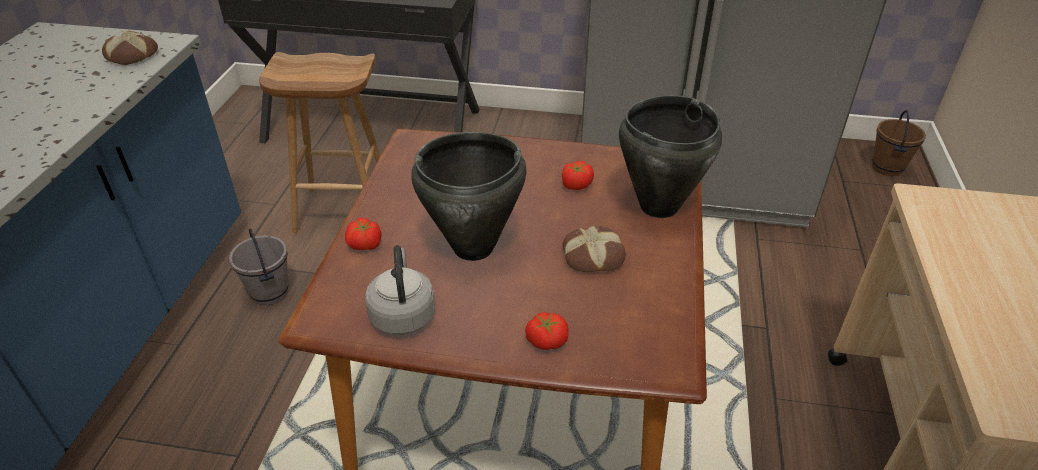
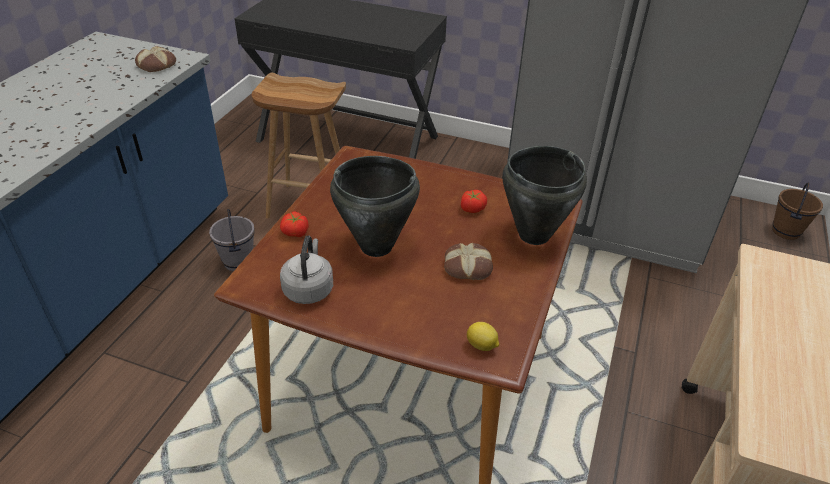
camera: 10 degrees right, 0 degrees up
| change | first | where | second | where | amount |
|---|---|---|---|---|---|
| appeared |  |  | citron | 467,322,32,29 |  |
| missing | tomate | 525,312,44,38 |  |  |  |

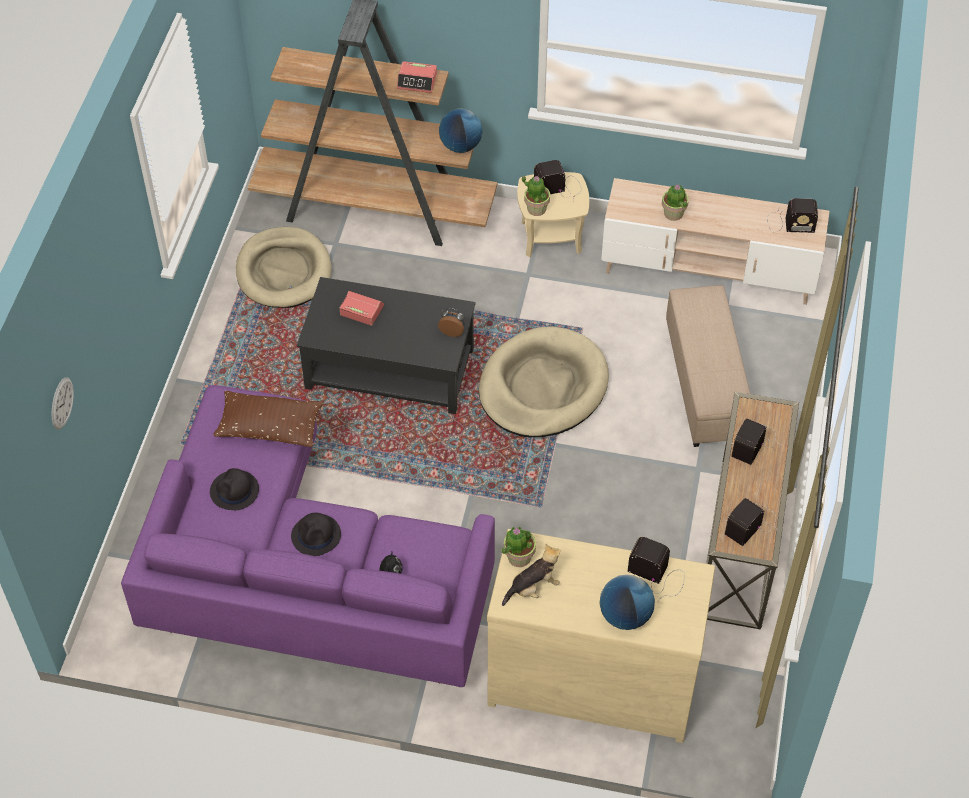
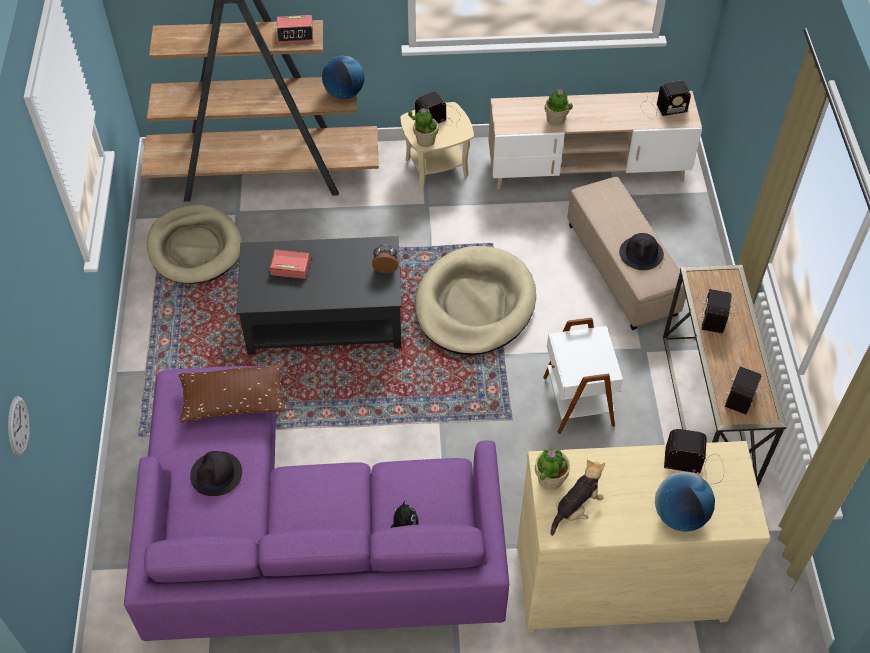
camera: 15 degrees left, 0 degrees up
| change | first | where | second | where | amount |
|---|---|---|---|---|---|
| appeared |  |  | table d'appoint/blanc | 543,318,80,116 |  |
| relocated | chapeau/noir | 291,513,50,43 |  | 619,233,45,37 |  |

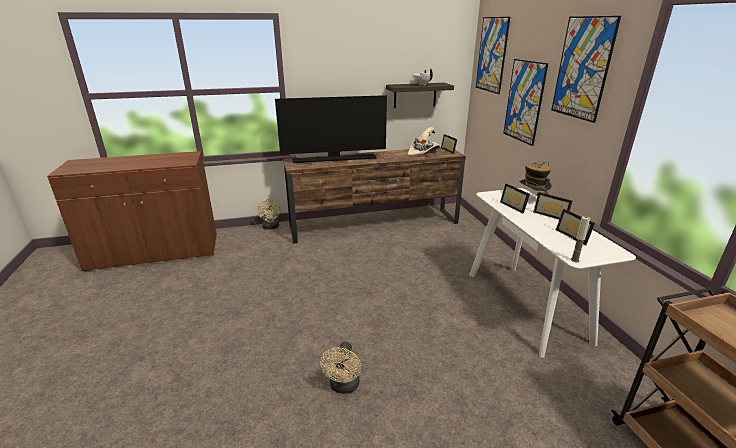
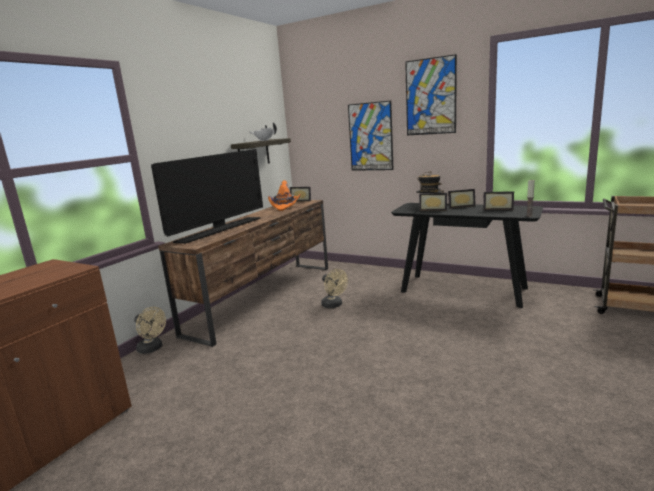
camera: 45 degrees left, 10 degrees down
| change | first | where | second | where | amount |
|---|---|---|---|---|---|
| colour | chapeau/beige | 408,127,32,29 | chapeau/orange | 268,180,33,31 |  |
| relocated | ventilateur/beige | 320,342,41,52 |  | 321,269,27,39 |  |
| colour | table console/blanc | 469,188,167,170 | table console/noir | 391,203,152,105 |  |
| missing | tableau | 476,17,34,77 |  |  |  |

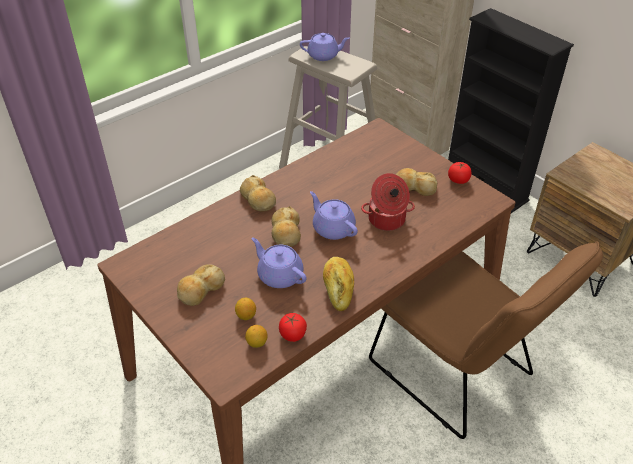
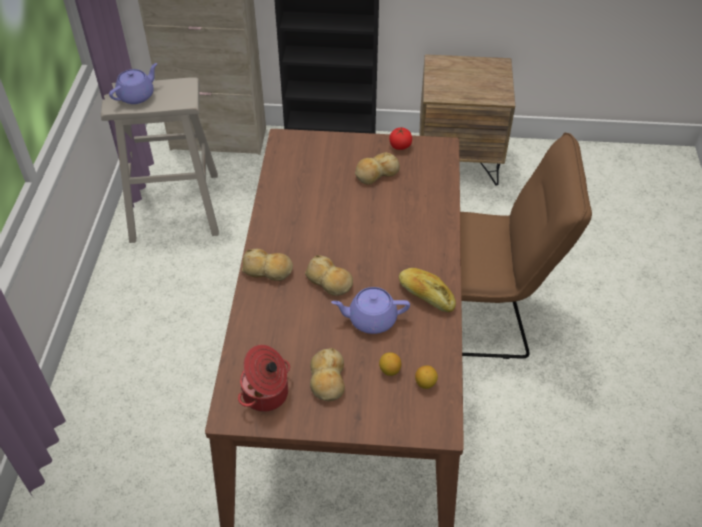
camera: 45 degrees left, 5 degrees up
| change | first | where | second | where | amount |
|---|---|---|---|---|---|
| relocated | marmite | 361,173,54,58 |  | 238,345,52,67 |  |
| missing | tomate | 279,313,28,29 |  |  |  |
| missing | théière/violet | 310,191,48,49 |  |  |  |

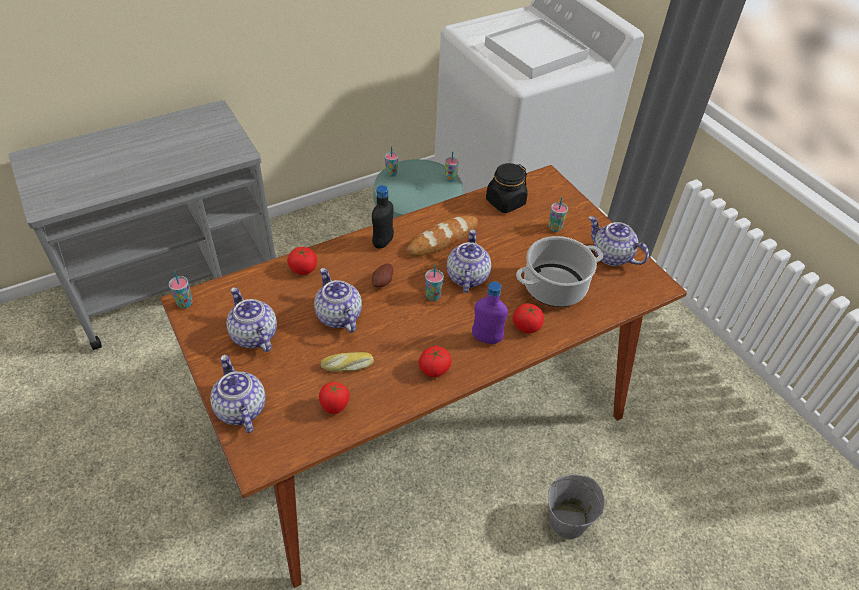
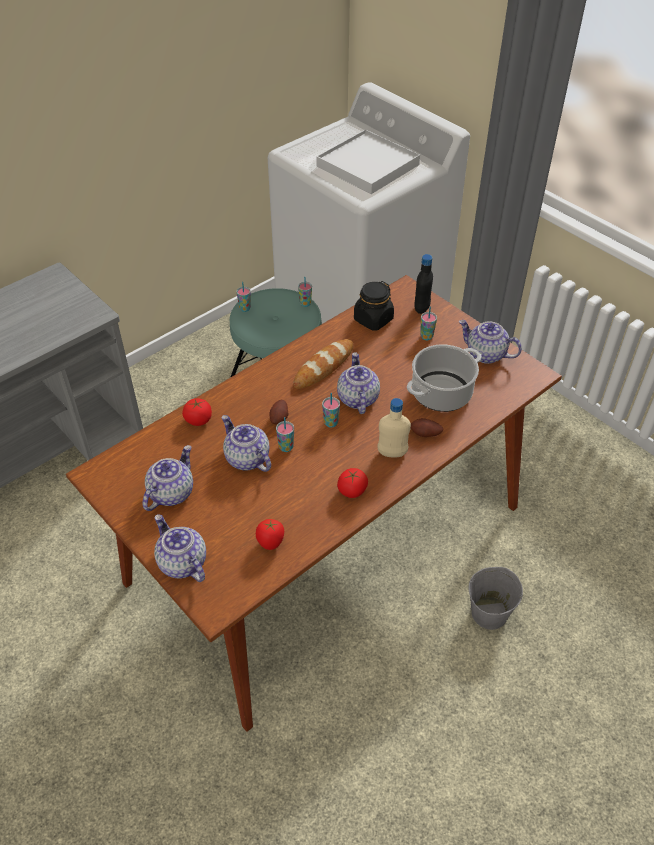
camera: 10 degrees left, 0 degrees up
| change | first | where | second | where | amount |
|---|---|---|---|---|---|
| spun | théière | 227,287,50,65 |  | 143,445,50,66 | 75 degrees clockwise |
| relocated | tasse | 169,272,23,36 |  | 276,417,18,35 |  |
| colour | bouteille/violet | 472,282,36,62 | bouteille/beige | 377,398,34,59 |  |
| exchanged | tomate | 513,303,31,30 | pomme de terre | 411,418,32,19 |  |
| relocated | bouteille/noir | 372,185,22,63 |  | 414,254,19,60 |  |
| missing | pain | 320,352,54,19 |  |  |  |

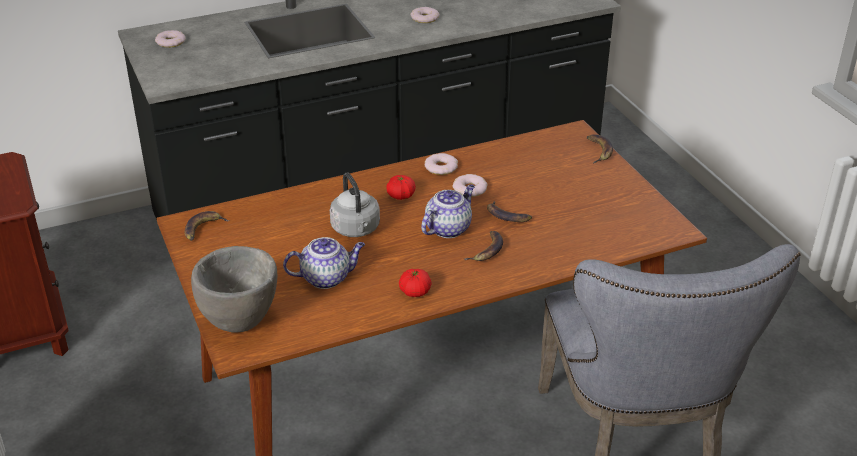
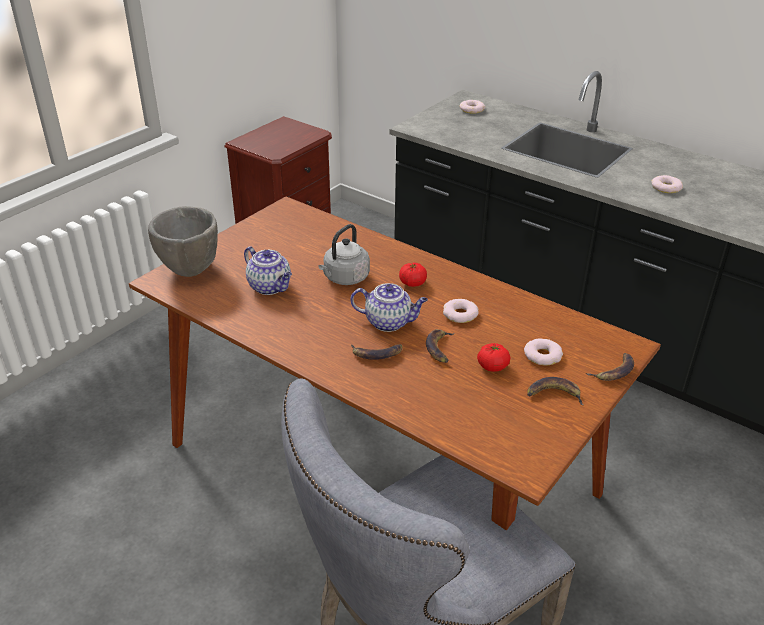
camera: 60 degrees right, 0 degrees up
| change | first | where | second | where | amount |
|---|---|---|---|---|---|
| relocated | tomate | 399,269,33,28 |  | 477,343,33,29 |  |
| relocated | beignet | 425,153,33,22 |  | 524,338,39,27 |  |
| relocated | banane | 185,211,45,30 |  | 527,377,56,28 |  |

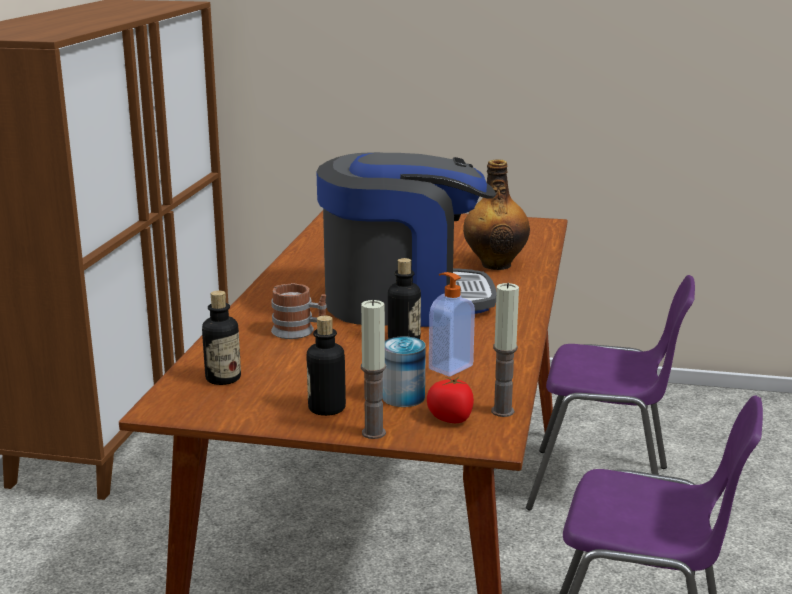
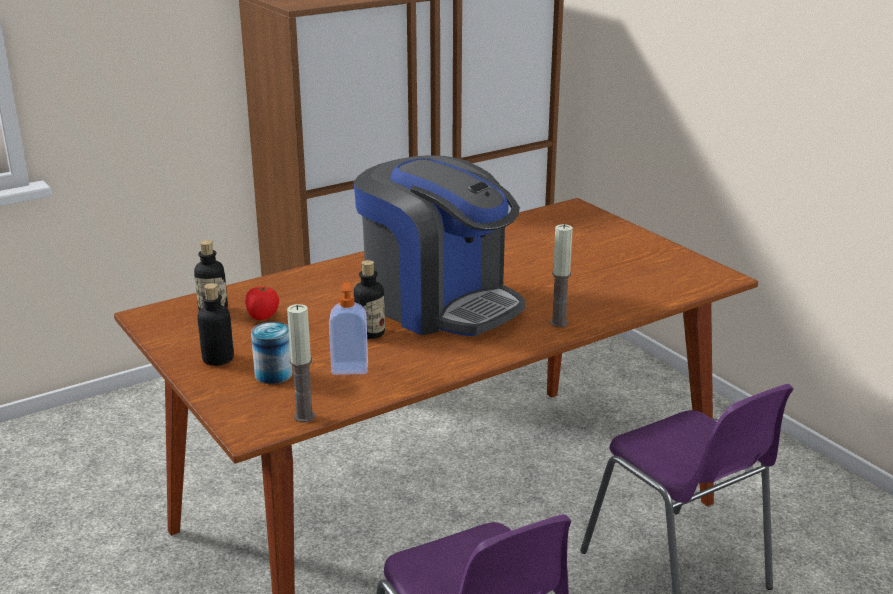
camera: 45 degrees right, 5 degrees up
| change | first | where | second | where | amount |
|---|---|---|---|---|---|
| relocated | tomate | 427,377,47,46 |  | 245,285,34,35 |  |
| relocated | bougie | 361,299,25,140 |  | 550,224,23,103 |  |
| missing | mug | 271,283,56,56 |  |  |  |
| missing | bouteille | 463,159,67,111 |  |  |  |

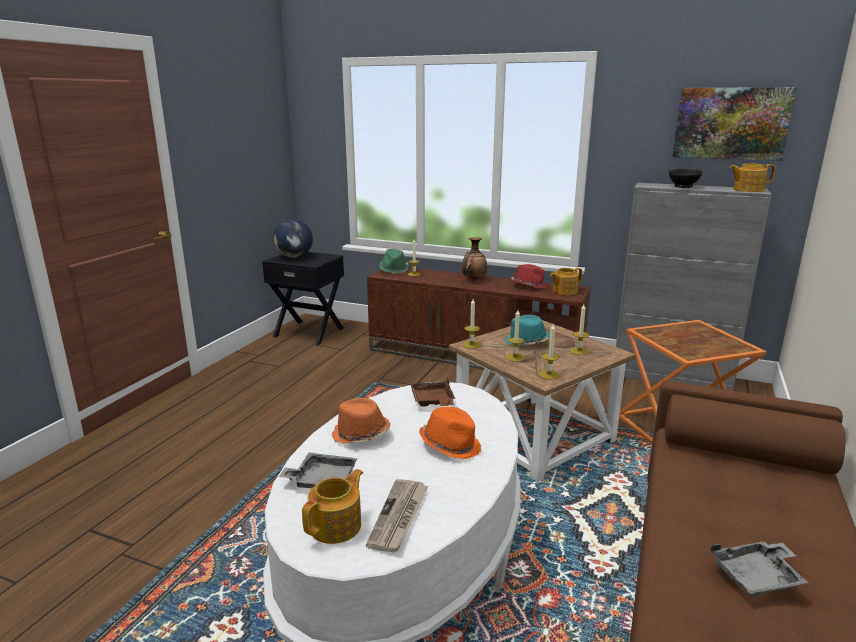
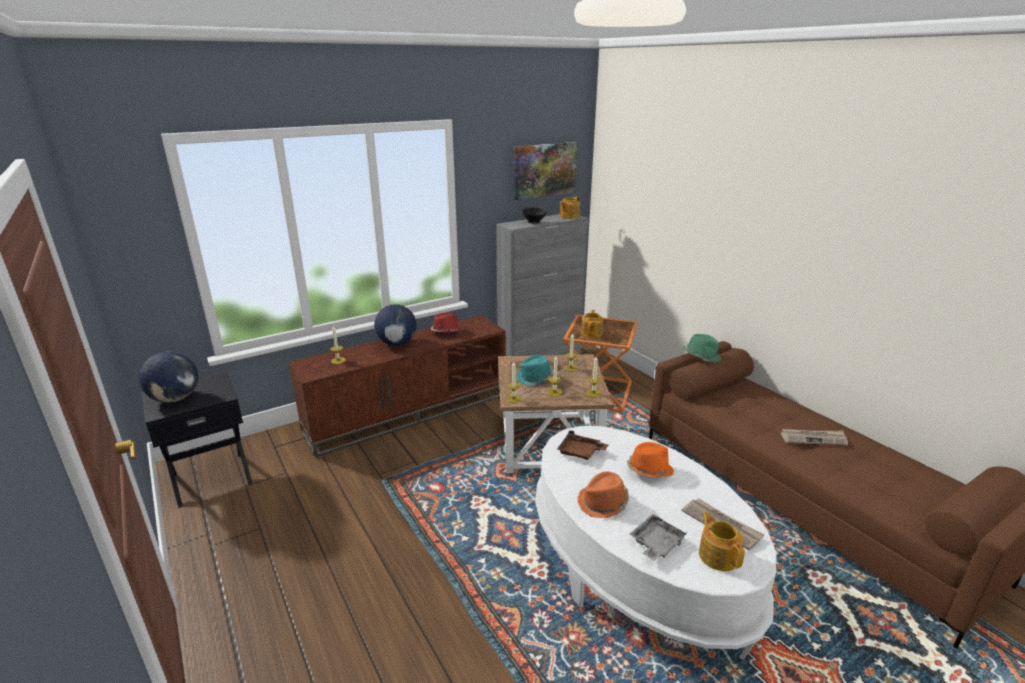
camera: 55 degrees left, 5 degrees up
| change | first | where | second | where | amount |
|---|---|---|---|---|---|
| exchanged | vase | 462,237,25,43 | globe | 374,304,43,42 |  |
| relocated | théière | 550,268,32,27 |  | 581,310,22,28 |  |
| relocated | chapeau/vert | 379,249,30,24 |  | 684,334,37,28 |  |
| exchanged | plateau/gris | 711,541,98,56 | journal | 781,429,67,17 |  |

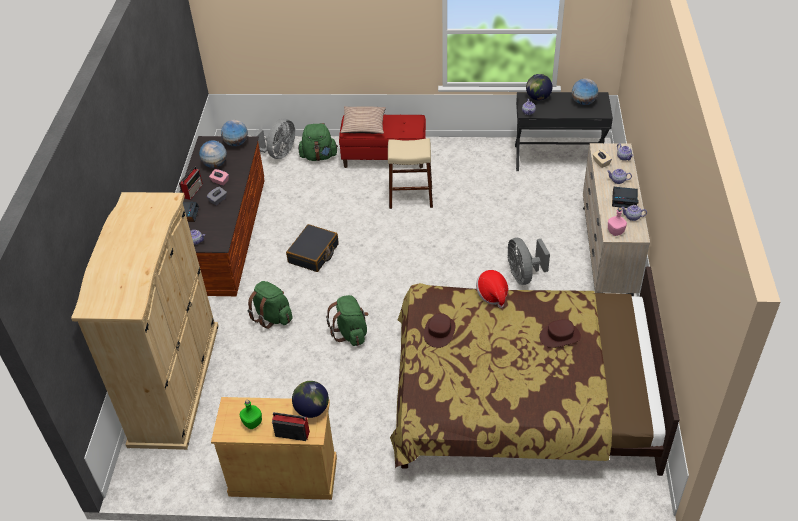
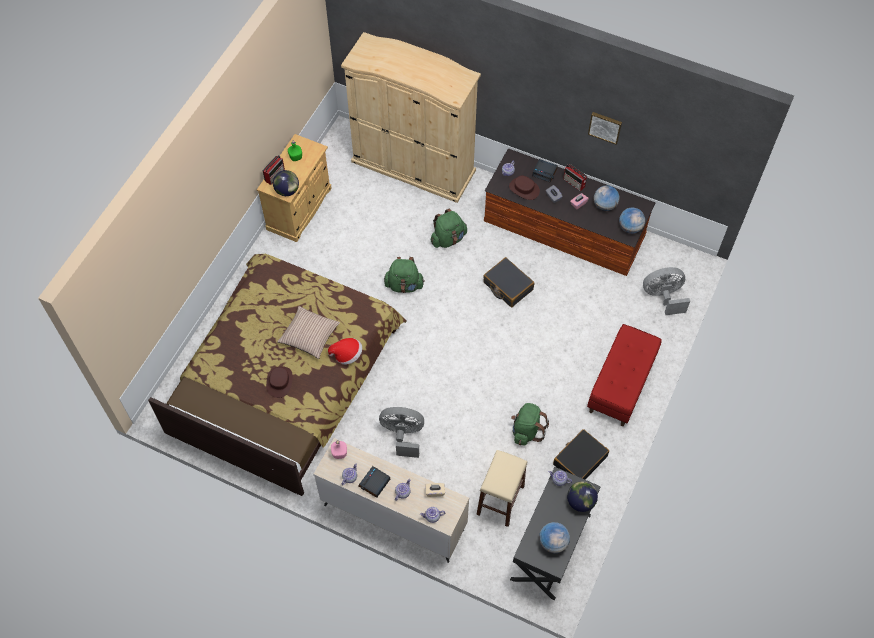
camera: 110 degrees right, 15 degrees up
| change | first | where | second | where | amount |
|---|---|---|---|---|---|
| relocated | coussin | 341,106,45,28 |  | 277,306,63,53 |  |
| relocated | tabouret/beige | 388,138,45,71 |  | 476,450,51,77 |  |
| relocated | chapeau/marron | 424,313,31,35 |  | 509,176,31,24 |  |
| relocated | sac à dos/vert | 298,123,40,38 |  | 511,403,38,43 |  |
| appeared |  |  | valise/noir | 553,429,56,51 |  |
| appeared |  |  | tableau | 588,112,34,33 |  |
| spun | ventilateur/gris | 253,119,42,40 |  | 643,267,47,48 | 120 degrees clockwise |

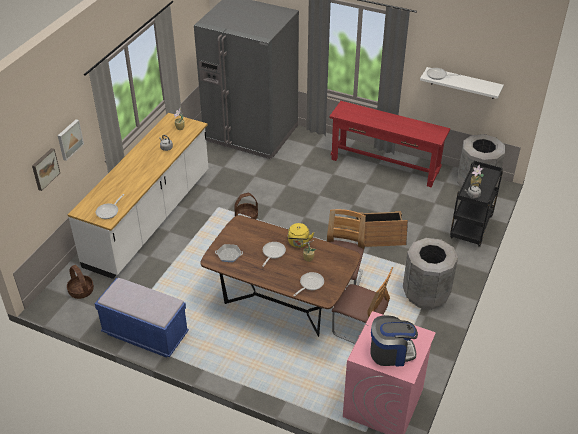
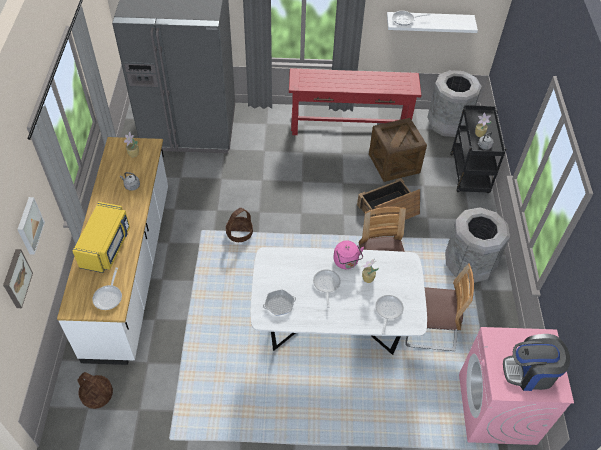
camera: 25 degrees left, 10 degrees up
| change | first | where | second | where | amount |
|---|---|---|---|---|---|
| appeared |  |  | micro-ondes/jaune | 72,202,58,71 |  |
| colour | table à manger/marron | 201,215,160,122 | table à manger/blanc | 251,247,176,108 |  |
| colour | bouilloire/jaune | 288,223,26,25 | bouilloire/rose | 333,240,31,29 |  |
| appeared |  |  | caisse | 369,118,58,64 |  |
| spun | machine à café | 370,315,48,52 |  | 503,334,67,57 | 150 degrees counterclockwise |
| missing | banc/bleu | 95,278,94,80 |  |  |  |

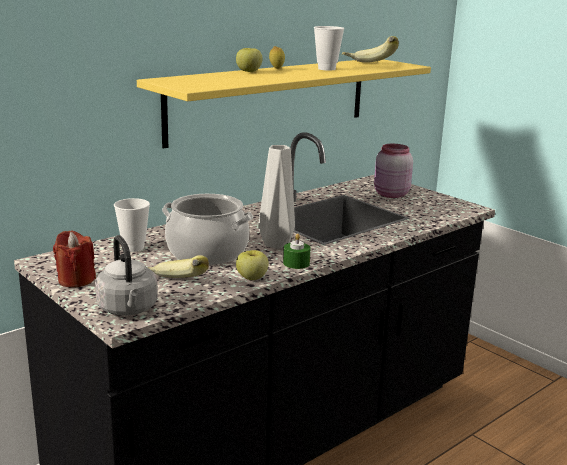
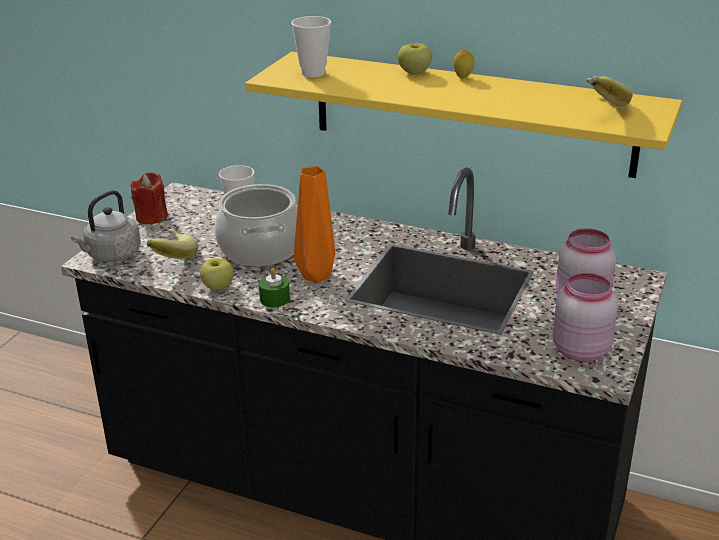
camera: 65 degrees right, 10 degrees up
| change | first | where | second | where | amount |
|---|---|---|---|---|---|
| relocated | tasse | 314,26,30,45 |  | 291,16,40,62 |  |
| colour | vase/gris | 258,145,37,104 | vase/orange | 294,166,41,116 |  |
| appeared |  |  | bocal/rose | 553,273,65,89 |  |

